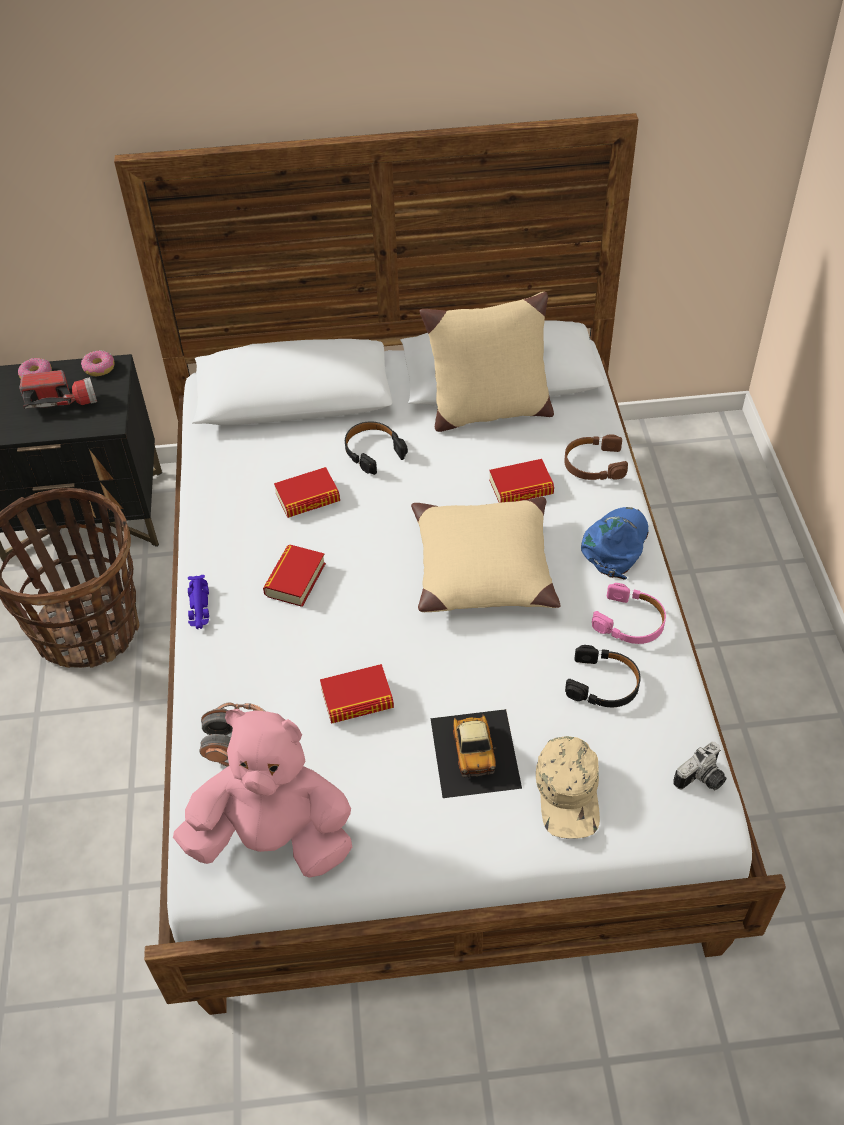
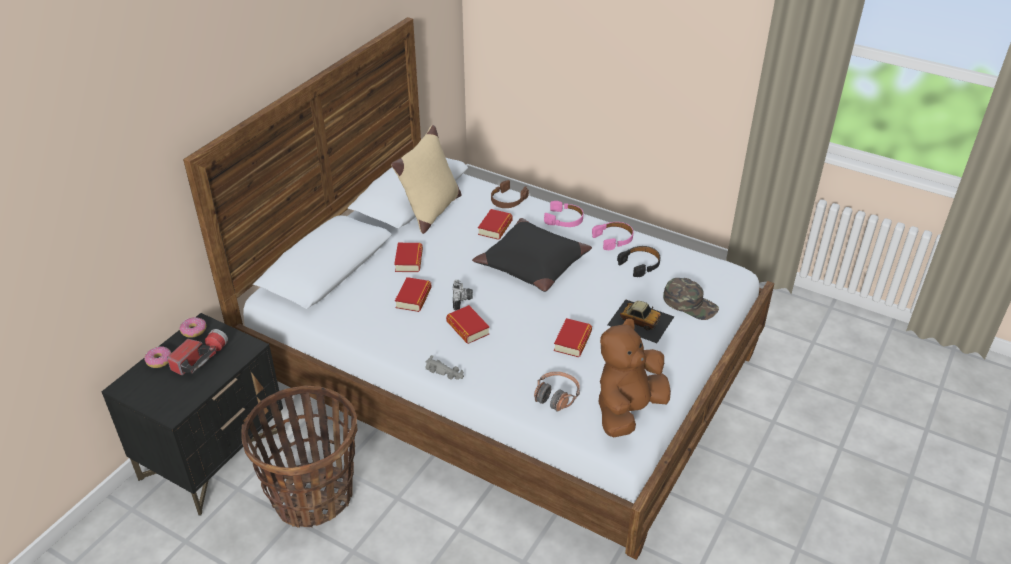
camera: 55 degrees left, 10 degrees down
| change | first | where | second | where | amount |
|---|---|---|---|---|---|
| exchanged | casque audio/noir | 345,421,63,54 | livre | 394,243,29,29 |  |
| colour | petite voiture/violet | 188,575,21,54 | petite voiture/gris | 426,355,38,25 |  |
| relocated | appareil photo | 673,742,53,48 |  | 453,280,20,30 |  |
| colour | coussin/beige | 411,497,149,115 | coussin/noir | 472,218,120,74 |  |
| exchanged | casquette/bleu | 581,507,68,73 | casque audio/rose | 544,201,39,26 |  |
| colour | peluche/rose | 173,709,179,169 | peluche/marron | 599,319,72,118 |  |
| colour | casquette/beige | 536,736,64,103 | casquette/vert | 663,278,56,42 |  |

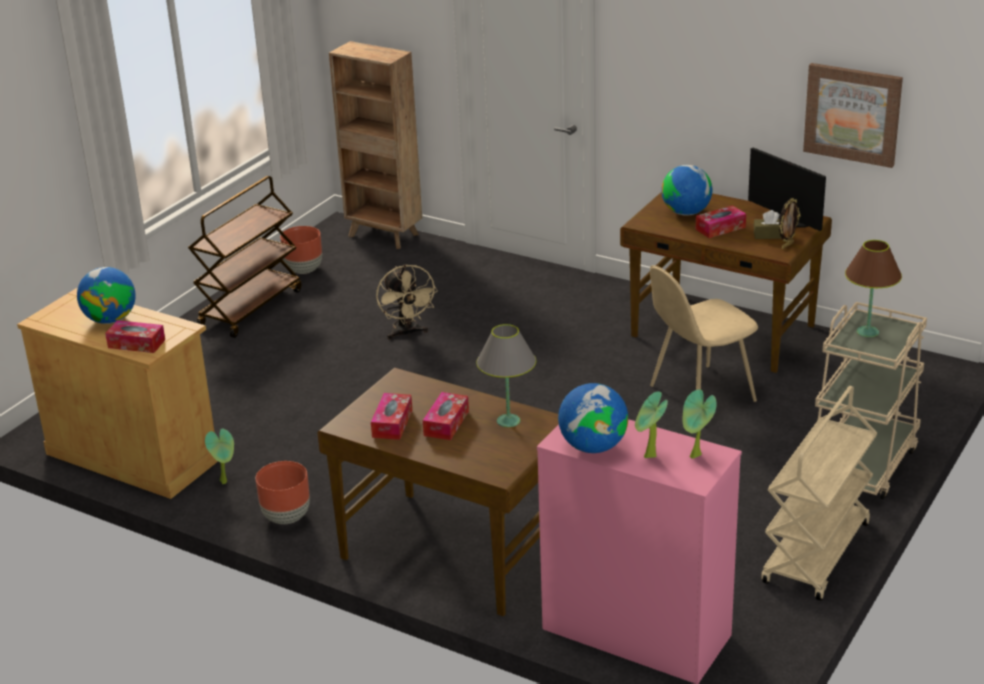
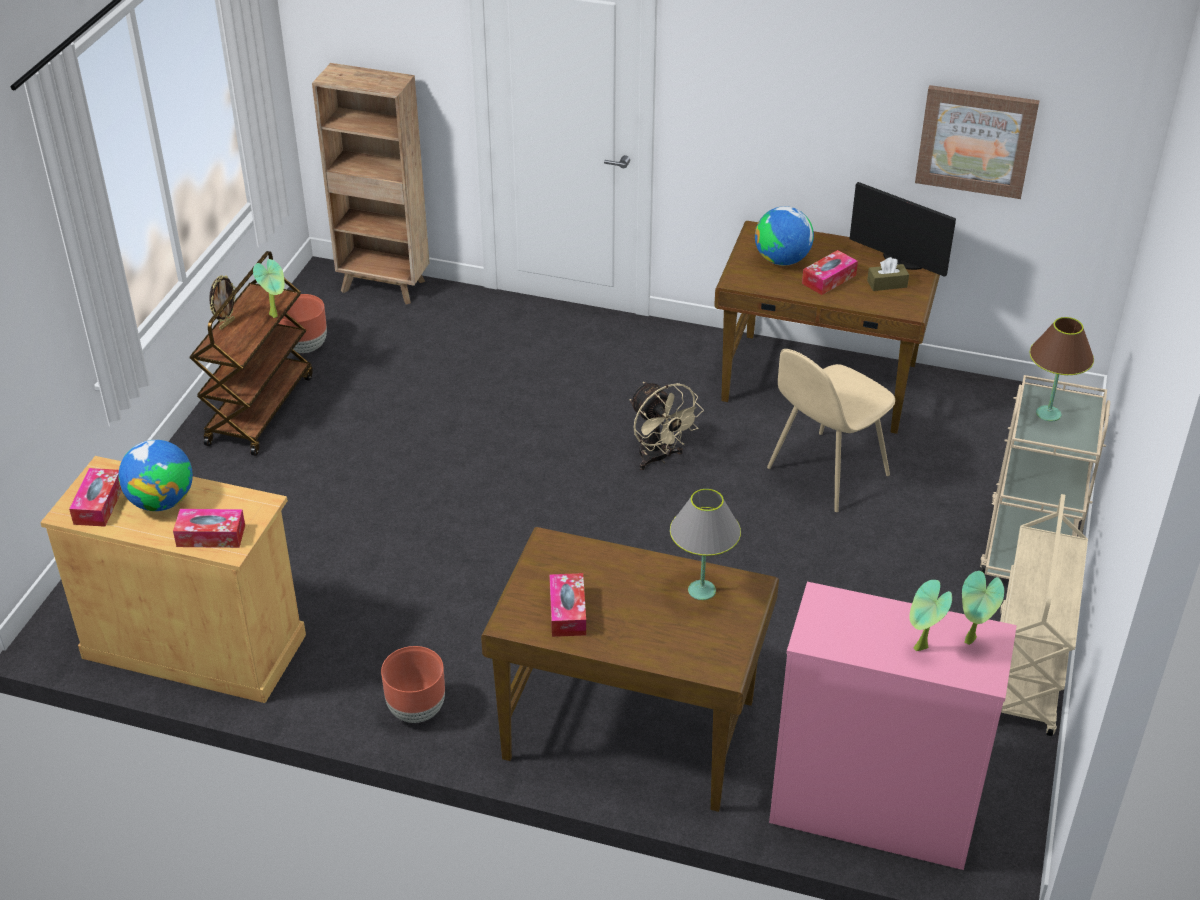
camera: 15 degrees left, 10 degrees up
| change | first | where | second | where | amount |
|---|---|---|---|---|---|
| relocated | boîte à mouchoirs | 423,392,46,48 |  | 69,468,53,59 |  |
| relocated | cadre photo | 779,198,21,51 |  | 209,275,27,55 |  |
| relocated | plante en pot | 205,428,29,56 |  | 253,259,32,59 |  |
| relocated | ventilateur/beige | 376,265,62,75 |  | 629,382,75,88 |  |
| missing | globe | 558,383,70,70 |  |  |  |

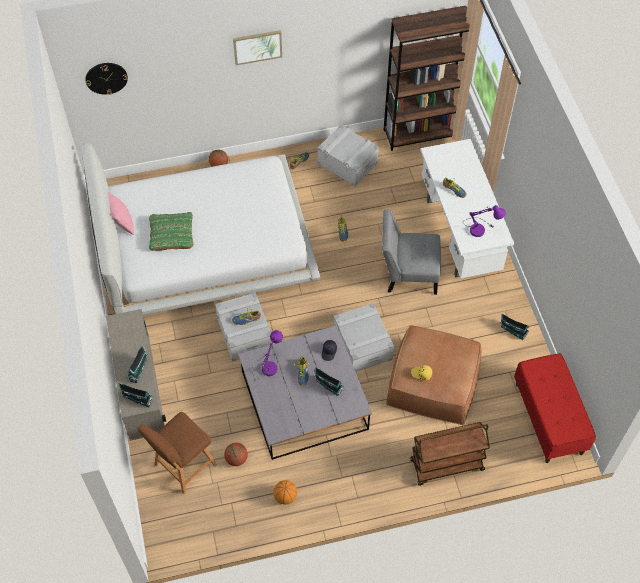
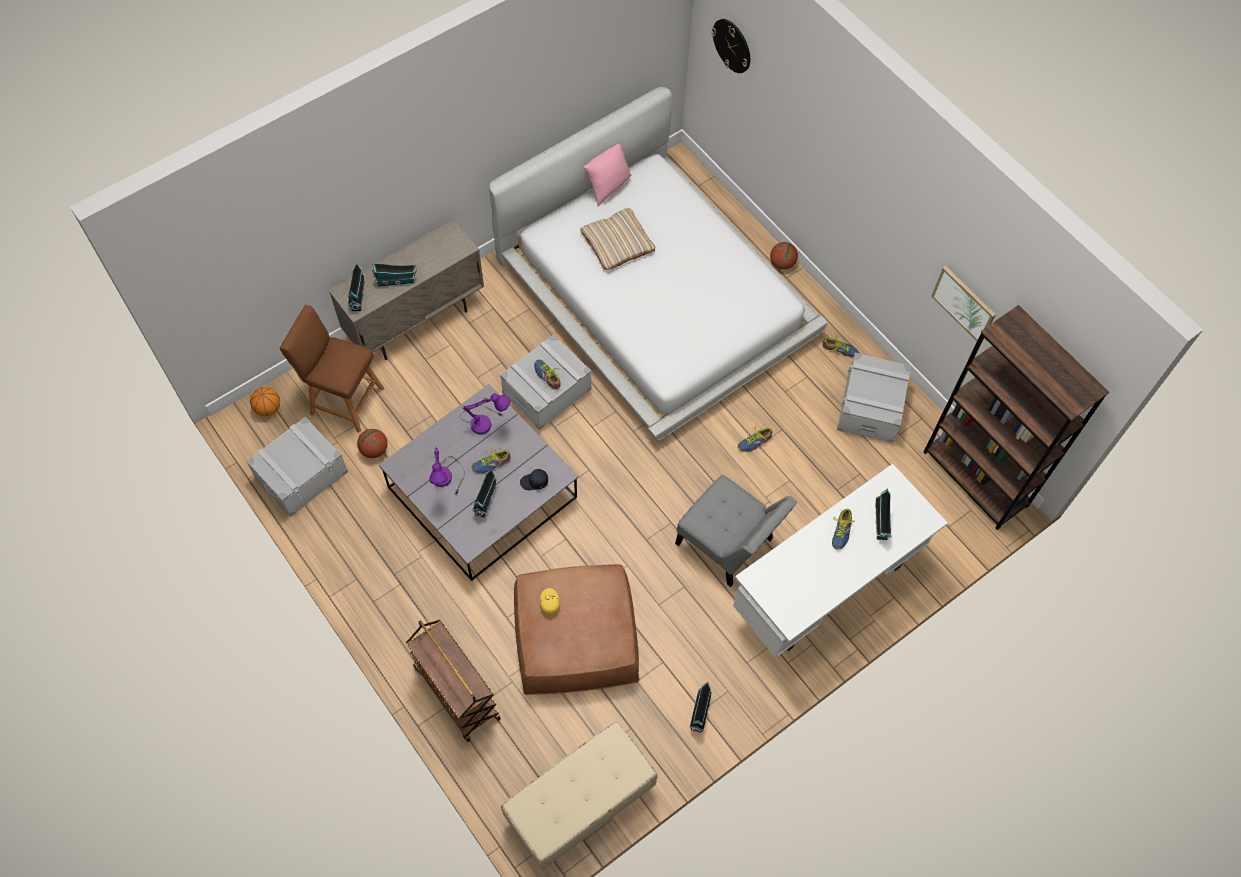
camera: 65 degrees right, 5 degrees up
| change | first | where | second | where | amount |
|---|---|---|---|---|---|
| relocated | boîte de rangement/gris | 333,303,61,69 |  | 246,417,102,100 |  |
| relocated | ballon de basket | 273,480,24,25 |  | 250,387,30,29 |  |
| relocated | lampe de table/violet | 463,205,43,32 |  | 429,447,36,48 |  |
| colour | banc/rouge | 514,353,82,110 | banc/beige | 501,721,156,149 |  |
| colour | coussin/vert | 149,212,44,39 | coussin/beige | 580,208,75,62 |  |
| spun | chaise/gris | 382,210,59,85 |  | 675,475,122,112 | 150 degrees clockwise |
| appeared |  |  | maison miniature | 875,488,16,52 |  |
| relocated | tableau | 233,30,49,35 |  | 931,266,65,76 |  |

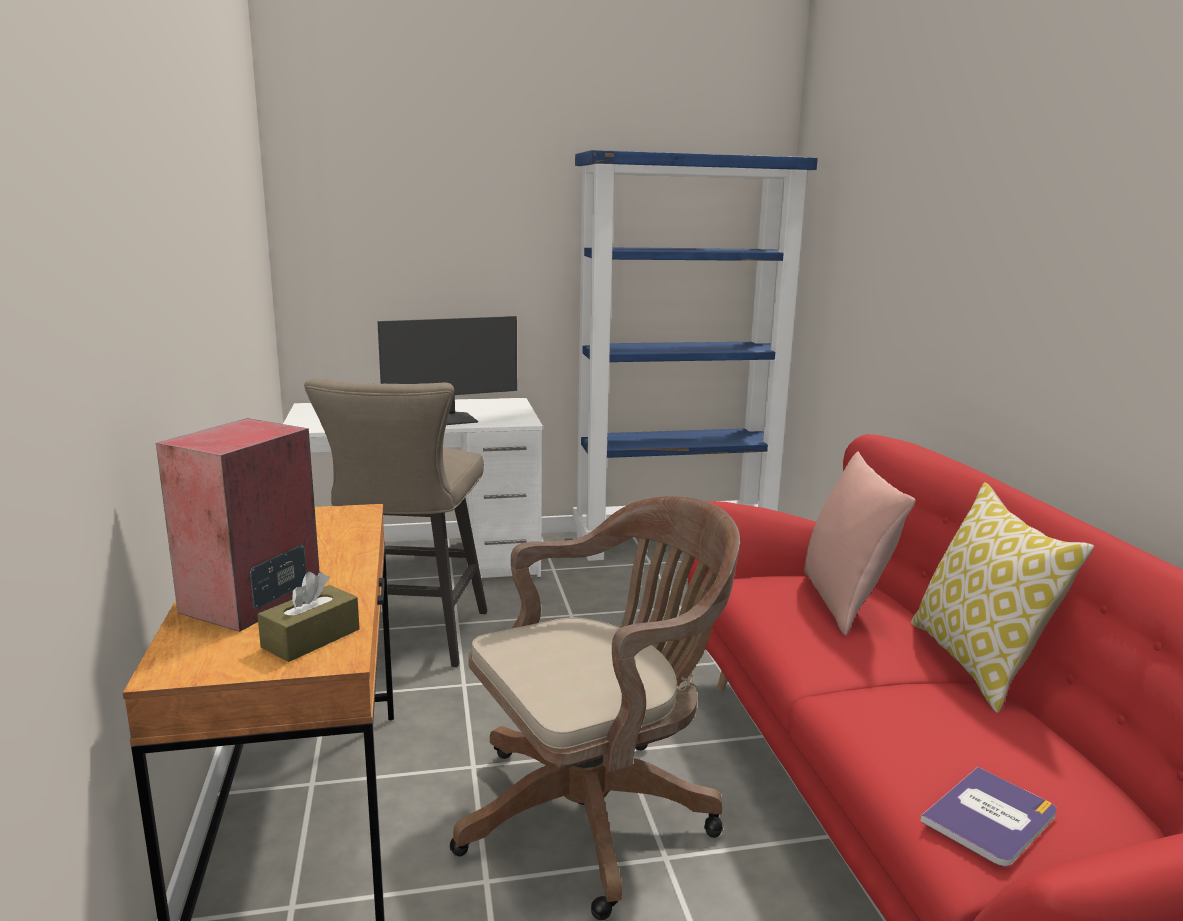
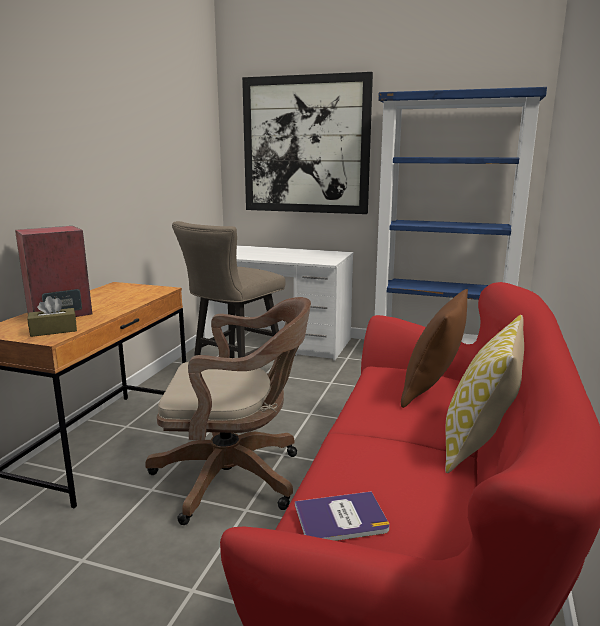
camera: 30 degrees right, 0 degrees up
| change | first | where | second | where | amount |
|---|---|---|---|---|---|
| appeared |  |  | tableau | 242,72,131,142 |  |
| colour | coussin/rose | 804,451,111,184 | coussin/marron | 401,289,67,119 |  |
| missing | écran d'ordinateur | 377,316,140,109 |  |  |  |

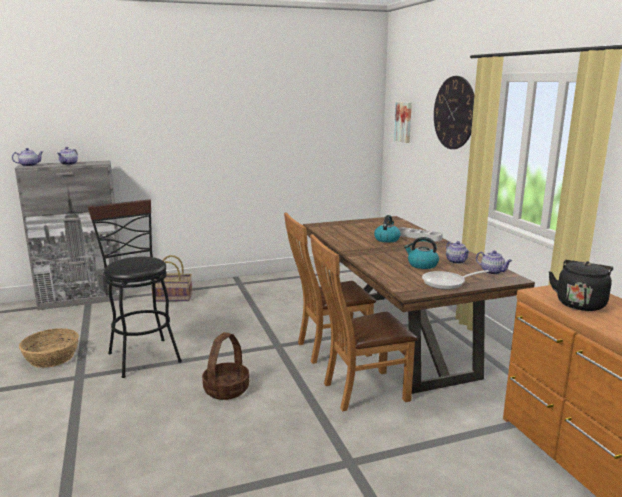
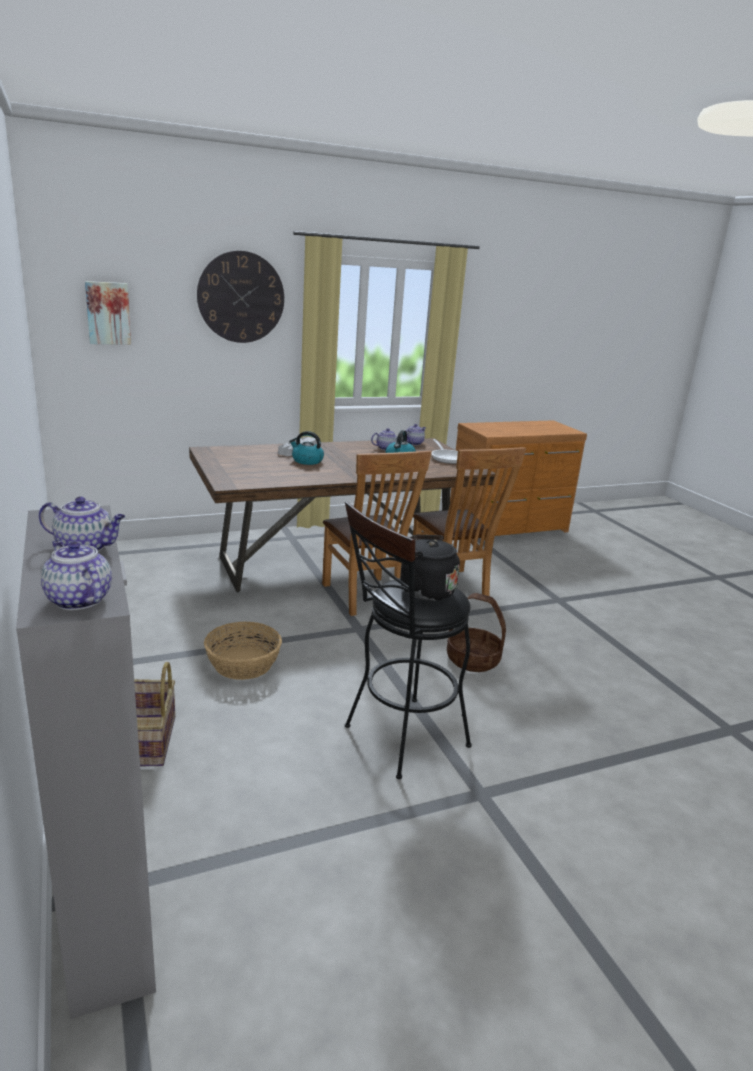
camera: 95 degrees left, 5 degrees up
| change | first | where | second | where | amount |
|---|---|---|---|---|---|
| relocated | panier | 19,328,60,40 |  | 204,622,78,58 |  |
| relocated | bouilloire/noir | 548,260,65,51 |  | 400,535,60,66 |  |

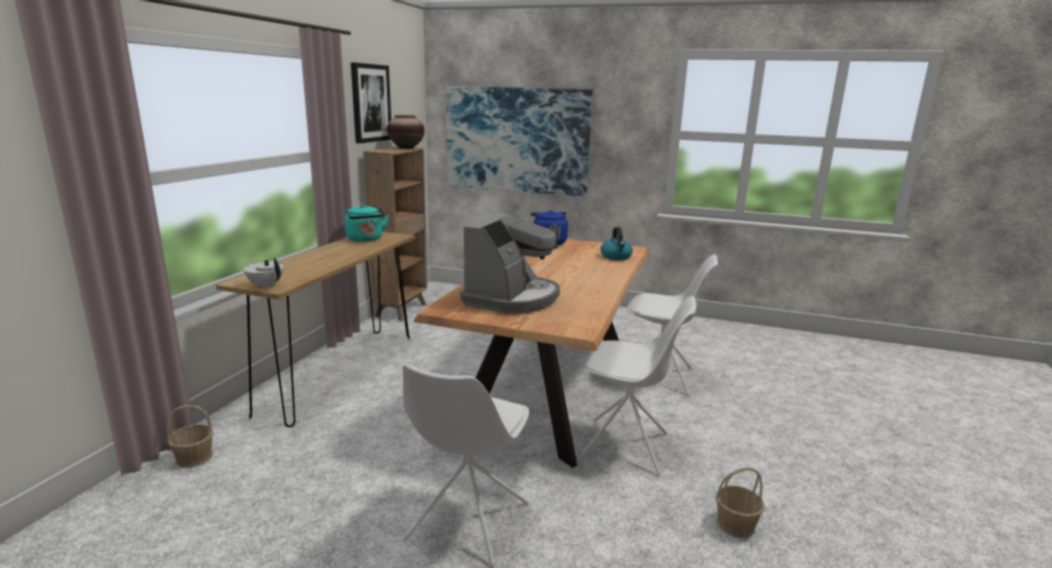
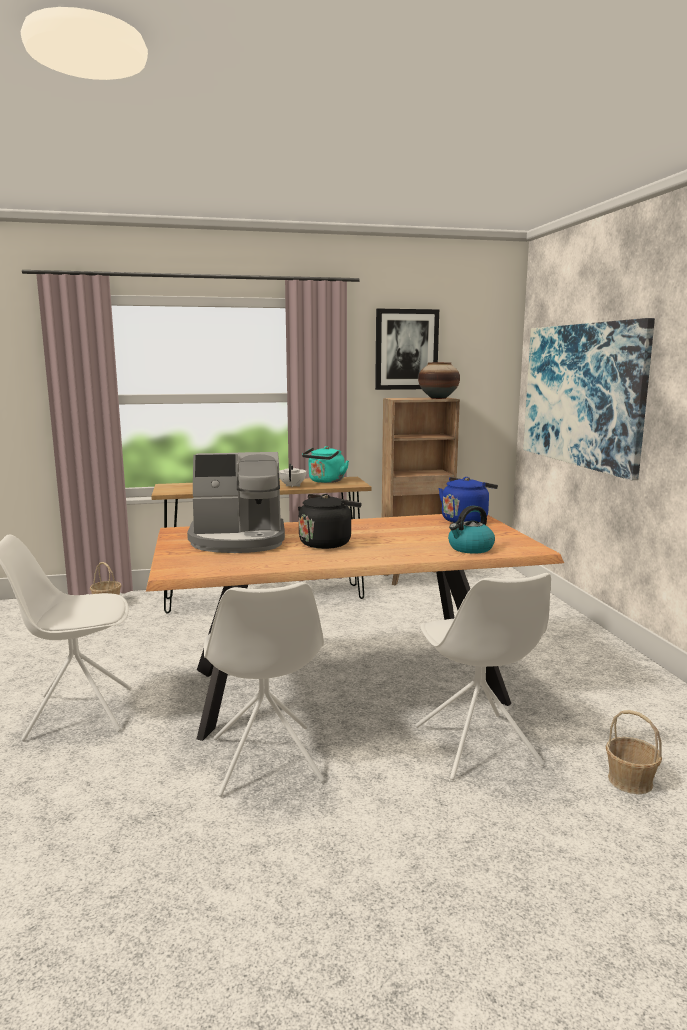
camera: 60 degrees right, 5 degrees down
| change | first | where | second | where | amount |
|---|---|---|---|---|---|
| relocated | théière/blanc | 244,258,40,30 |  | 279,463,28,24 |  |
| appeared |  |  | bouilloire/noir | 298,494,64,55 |  |
| relocated | panier | 716,467,48,71 |  | 605,710,57,84 |  |

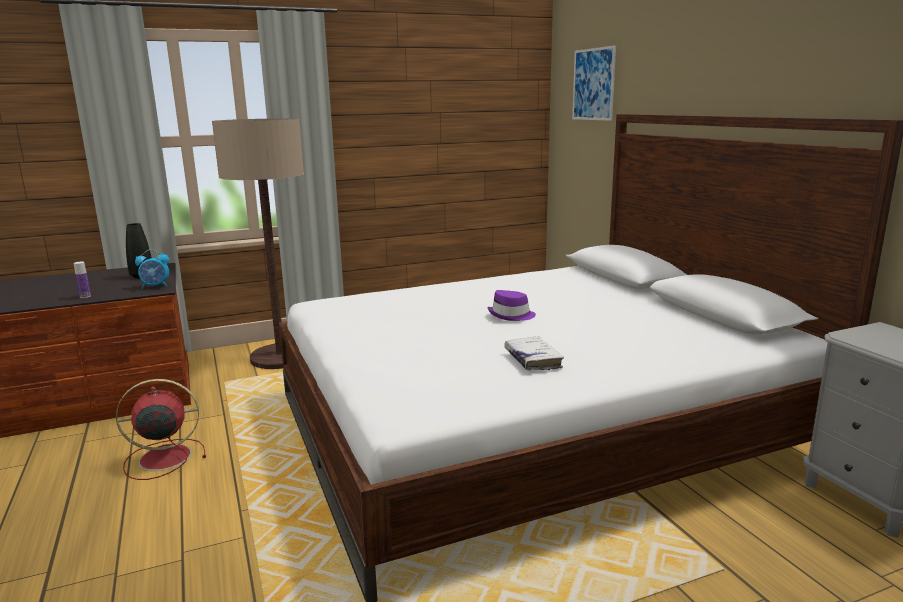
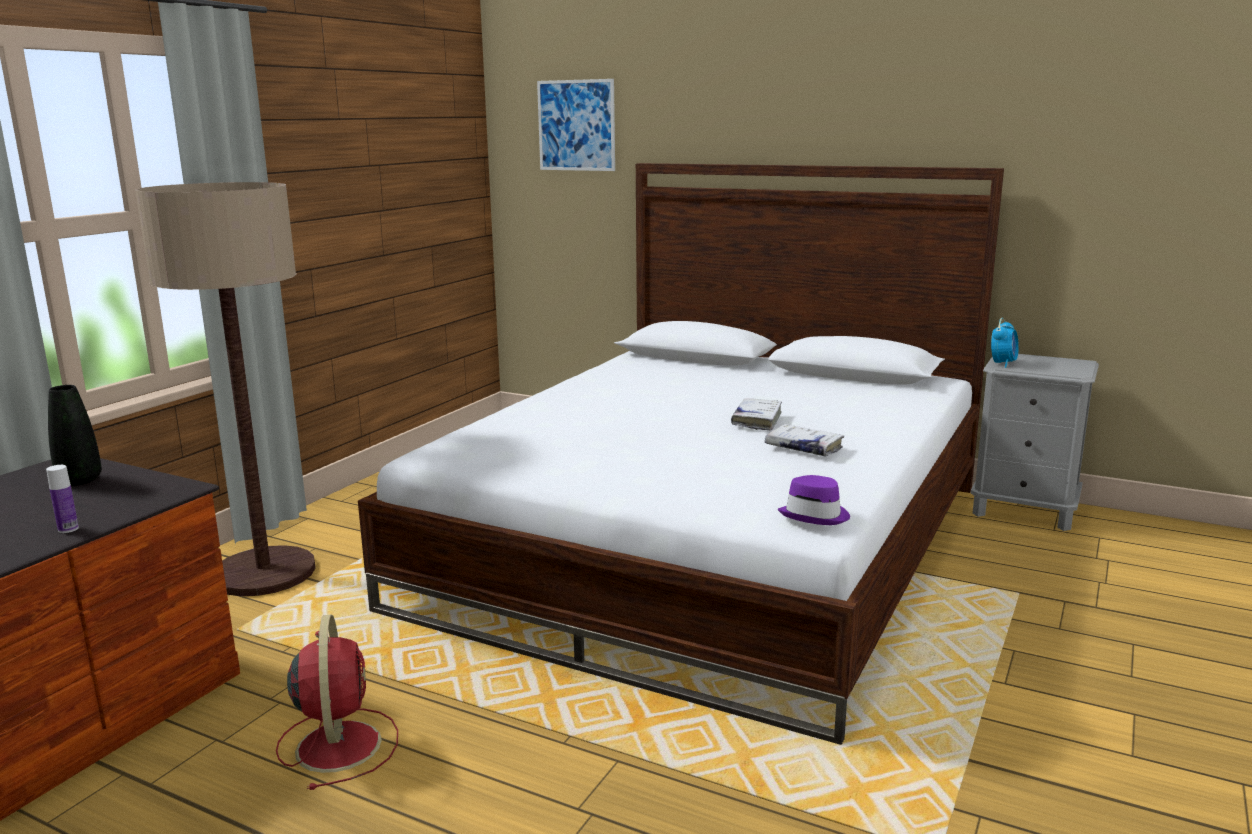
camera: 40 degrees left, 0 degrees up
| change | first | where | second | where | amount |
|---|---|---|---|---|---|
| spun | ventilateur/rouge | 116,379,90,101 |  | 276,614,122,176 | 135 degrees clockwise |
| appeared |  |  | livre/blanc | 731,398,51,33 |  |
| relocated | chapeau/violet | 487,290,49,31 |  | 778,475,72,50 |  |
| relocated | réveil | 135,249,34,40 |  | 991,318,28,50 |  |

